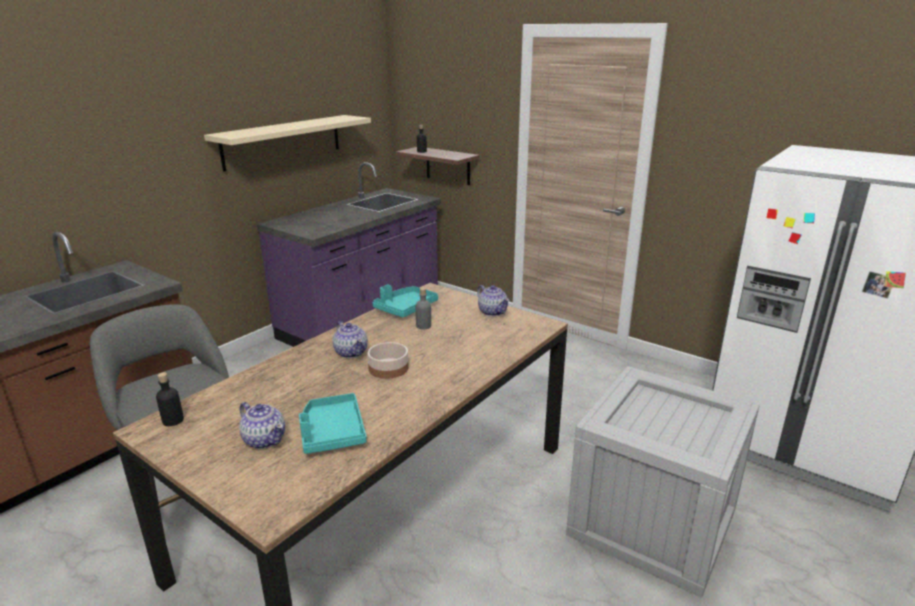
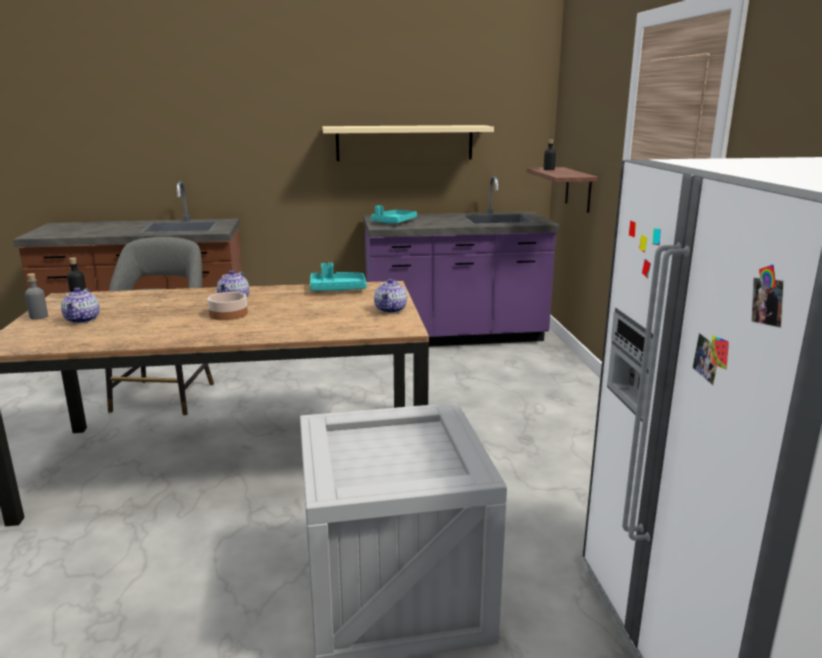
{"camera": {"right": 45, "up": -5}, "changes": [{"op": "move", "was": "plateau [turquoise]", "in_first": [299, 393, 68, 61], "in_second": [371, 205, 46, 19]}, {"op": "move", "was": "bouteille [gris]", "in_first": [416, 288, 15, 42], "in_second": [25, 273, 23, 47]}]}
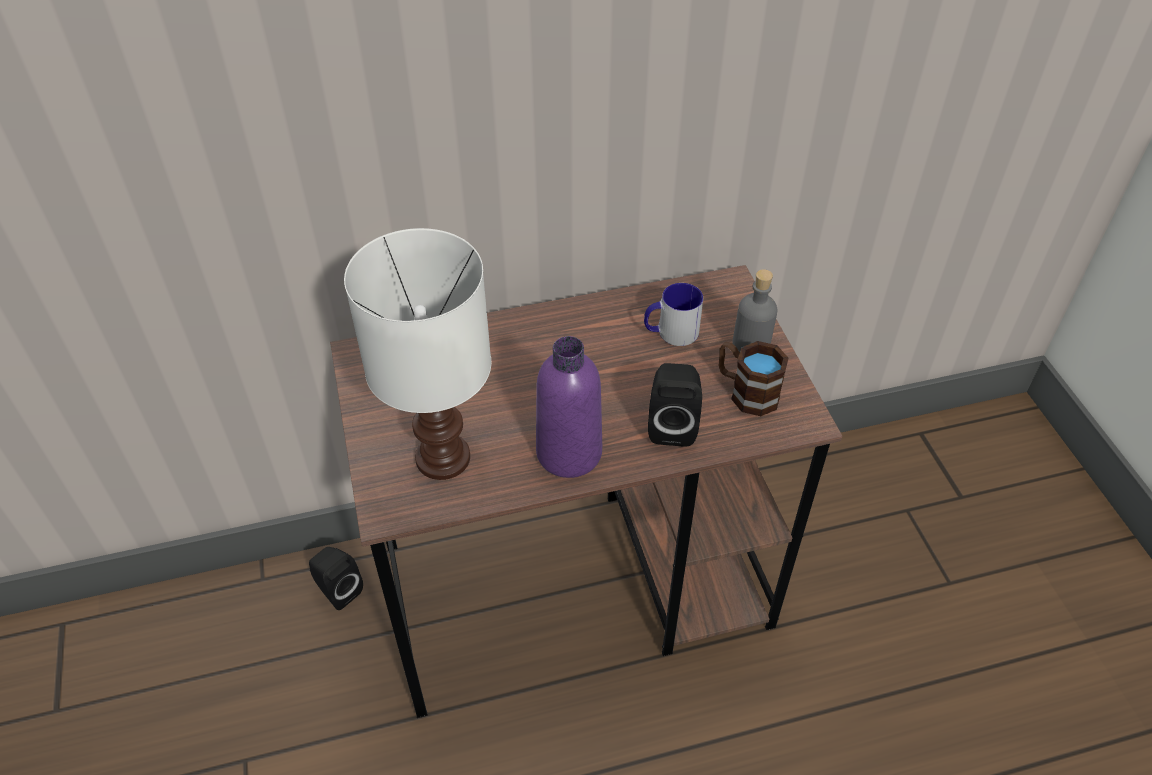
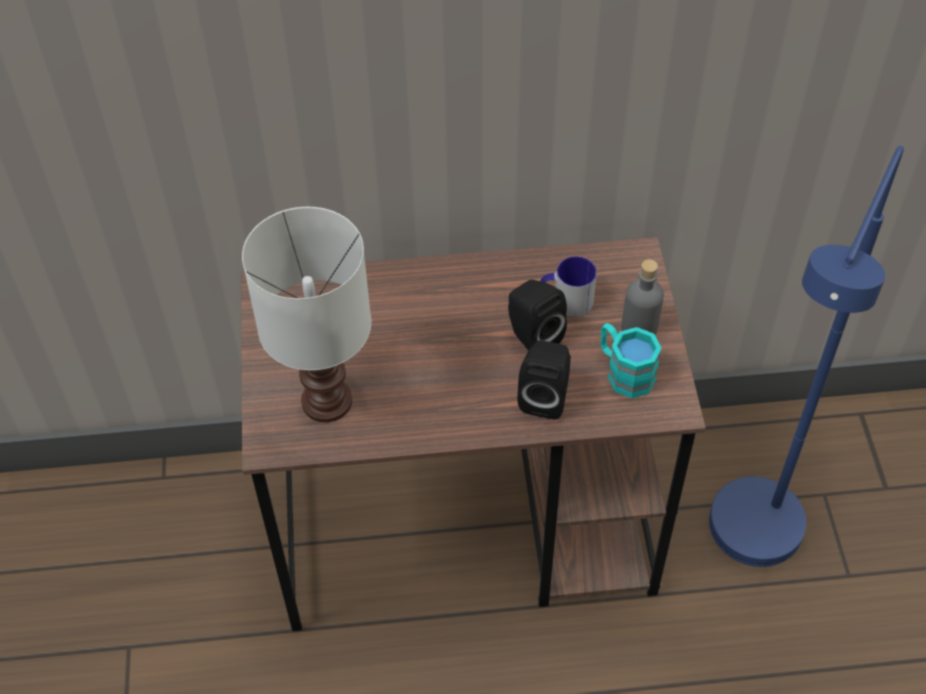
{"camera": {"right": 10, "up": 5}, "changes": [{"op": "delete", "was": "bouteille [violet]", "in_first": [536, 336, 66, 142]}, {"op": "insert", "now": "lampadaire [bleu]", "in_second": [709, 146, 195, 421]}, {"op": "move", "was": "enceinte [noir]", "in_first": [309, 547, 54, 63], "in_second": [508, 280, 59, 71]}, {"op": "recolor", "was": "mug [marron]", "now": "mug [turquoise]", "in_first": [719, 341, 69, 75], "in_second": [601, 323, 61, 75]}]}
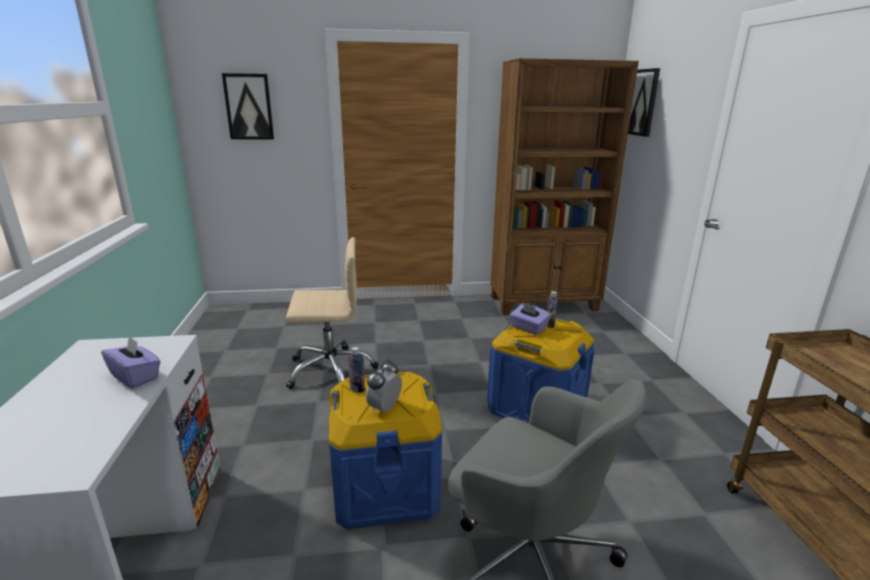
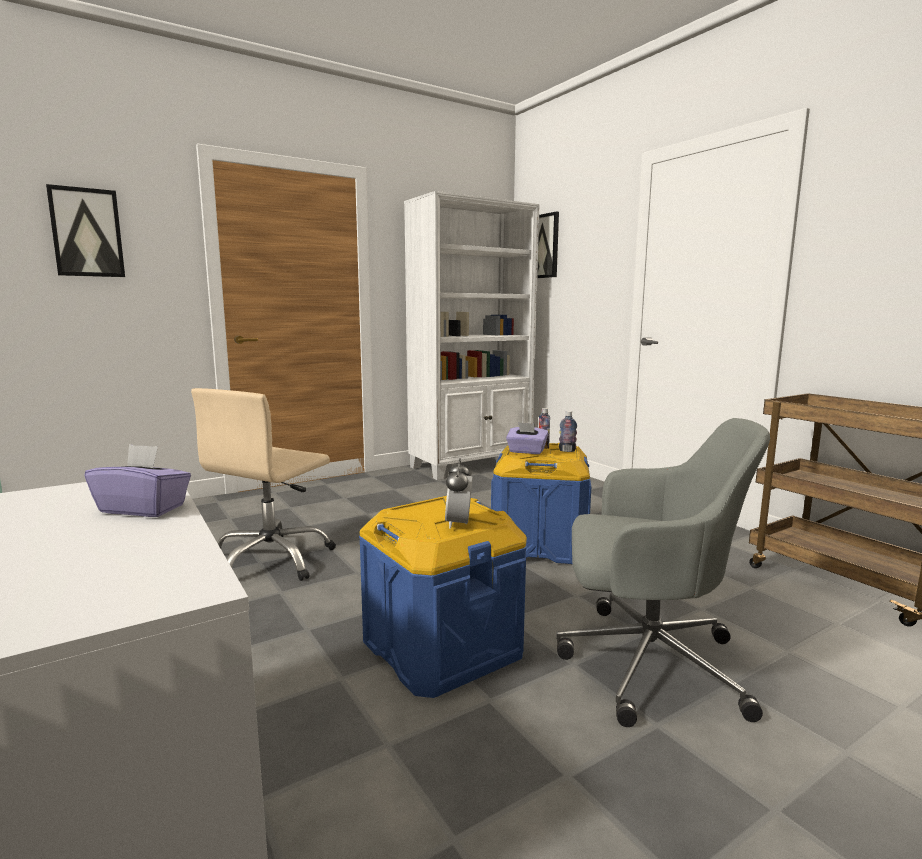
{"camera": {"right": -25, "up": -10}, "changes": [{"op": "move", "was": "bouteille", "in_first": [348, 347, 17, 46], "in_second": [559, 411, 18, 41]}, {"op": "recolor", "was": "bibliothèque [marron]", "now": "bibliothèque [blanc]", "in_first": [491, 58, 148, 257], "in_second": [404, 191, 136, 289]}, {"op": "rotate", "was": "chaise de bureau [beige]", "in_first": [286, 237, 93, 152], "in_second": [191, 388, 145, 193], "clockwise": 150}]}
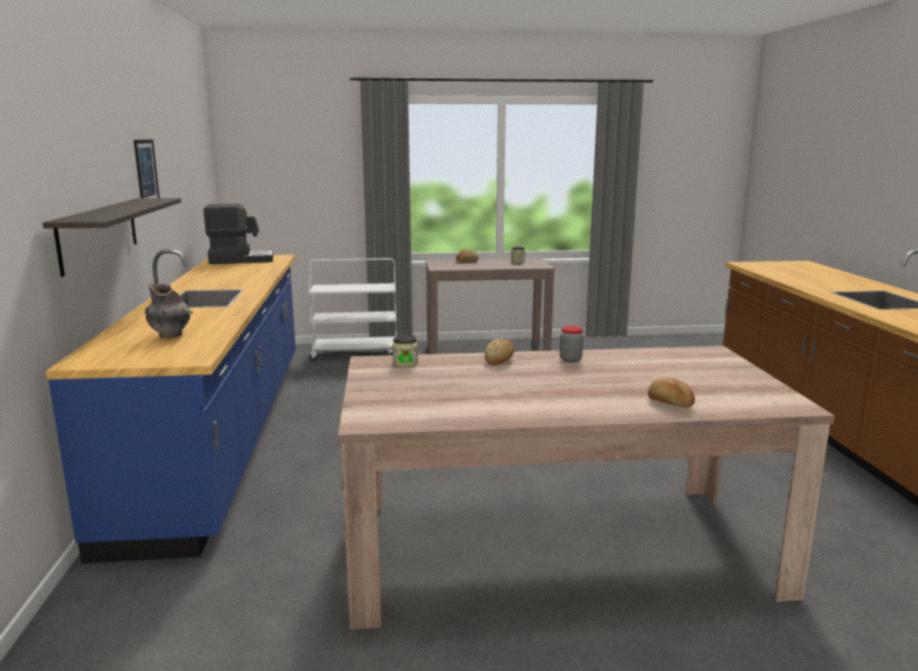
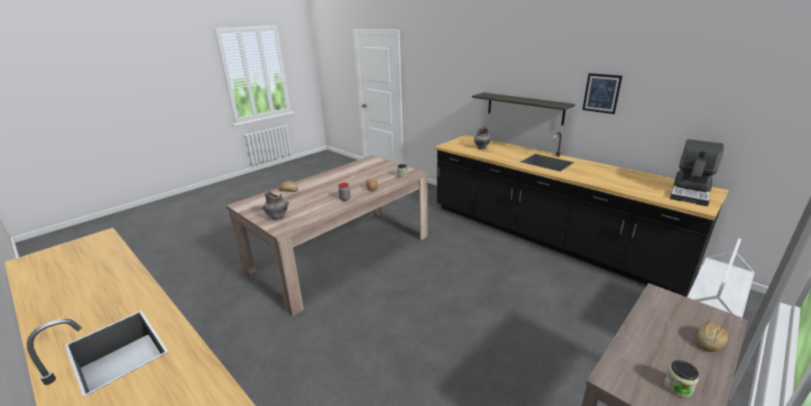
{"camera": {"right": 140, "up": 10}, "changes": [{"op": "insert", "now": "vase [gris]", "in_second": [262, 191, 28, 29]}, {"op": "recolor", "was": "comptoir de cuisine [bleu]", "now": "comptoir de cuisine [noir]", "in_first": [46, 249, 250, 314], "in_second": [435, 132, 294, 165]}]}
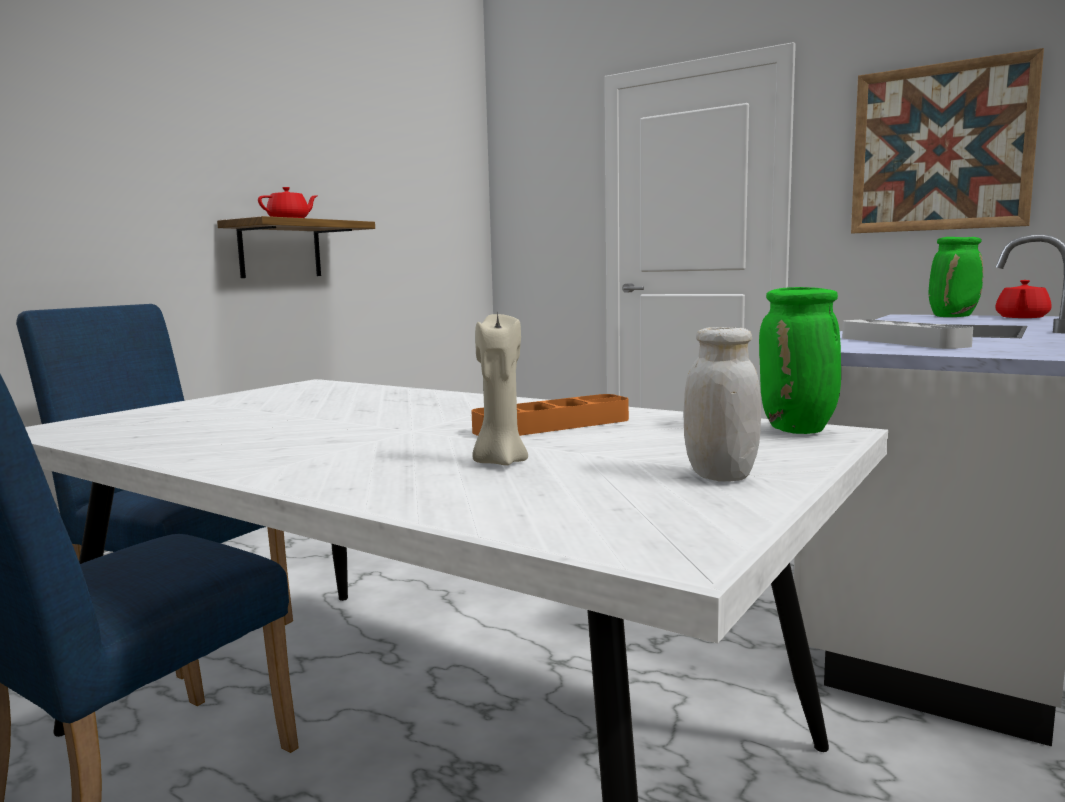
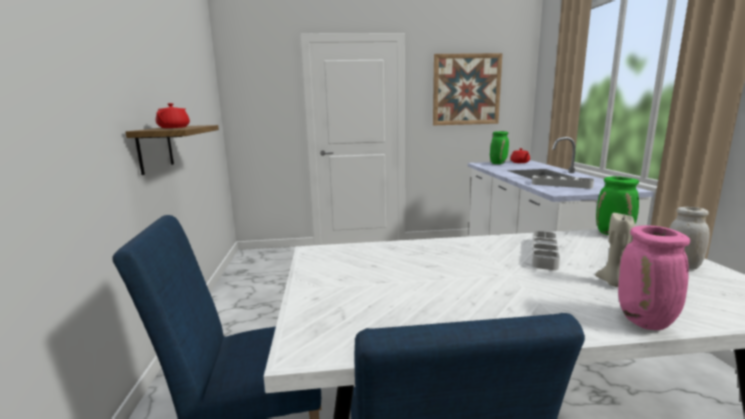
{"camera": {"right": -40, "up": 5}, "changes": [{"op": "insert", "now": "vase [rose]", "in_second": [618, 225, 72, 105]}, {"op": "recolor", "was": "plateau [orange]", "now": "plateau [gris]", "in_first": [471, 394, 158, 42], "in_second": [533, 231, 27, 39]}]}
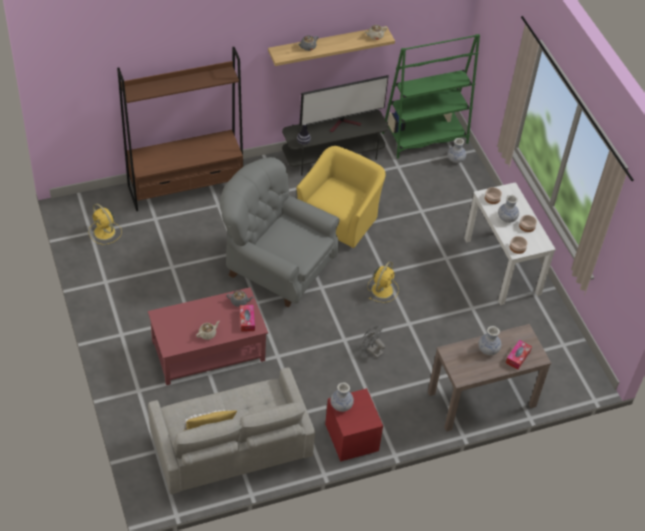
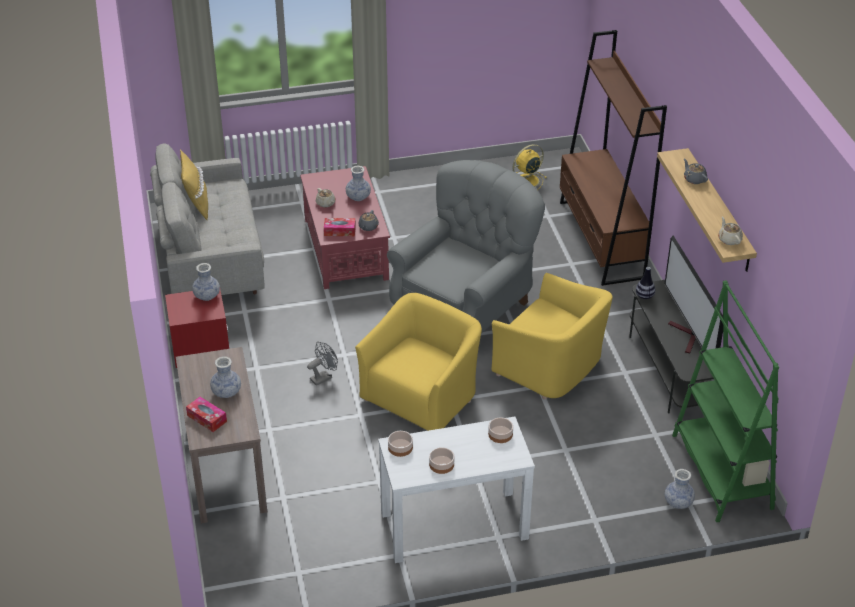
{"camera": {"right": 100, "up": -10}, "changes": [{"op": "move", "was": "vase", "in_first": [498, 195, 21, 28], "in_second": [346, 166, 25, 35]}, {"op": "replace", "was": "ventilateur [jaune]", "now": "fauteuil [jaune]", "in_first": [368, 261, 31, 42], "in_second": [355, 293, 127, 138]}]}
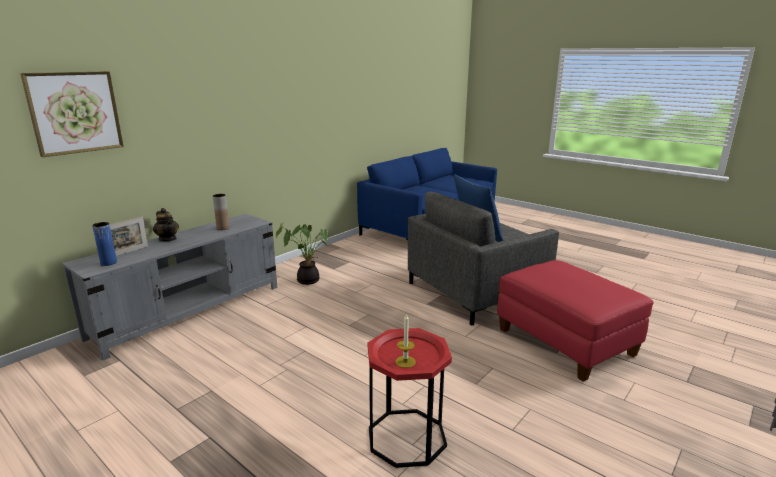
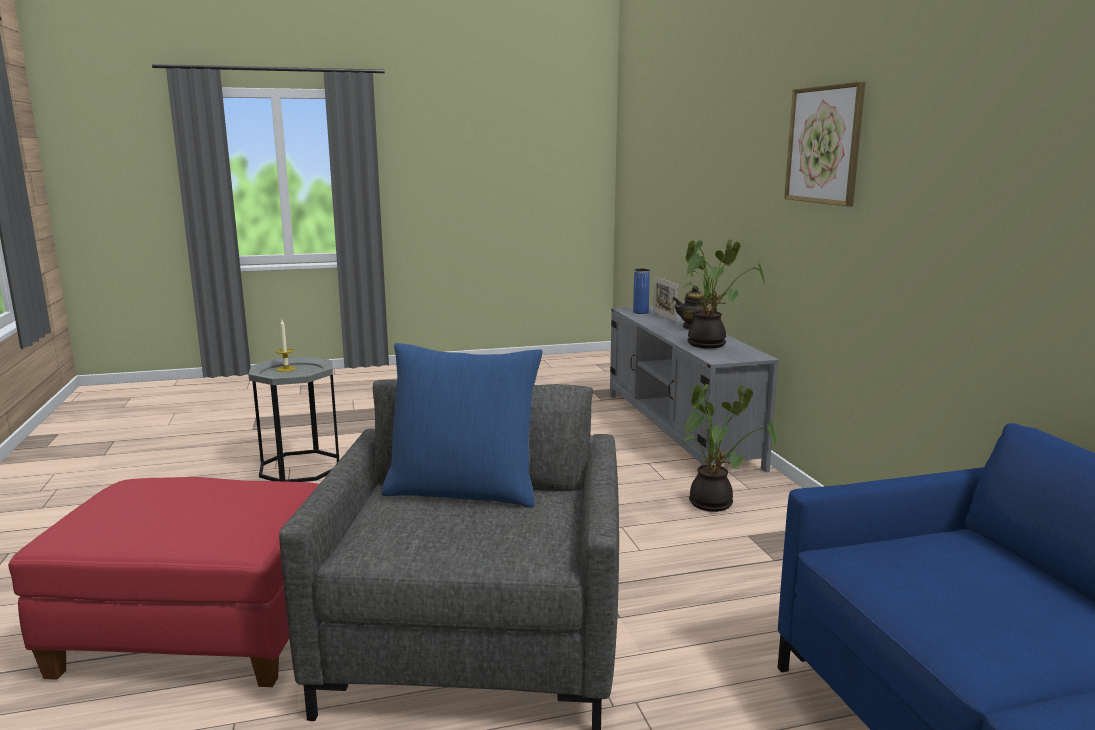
{"camera": {"right": 125, "up": -5}, "changes": [{"op": "move", "was": "tableau", "in_first": [20, 71, 104, 86], "in_second": [784, 82, 81, 124]}, {"op": "replace", "was": "vase [marron]", "now": "plante en pot", "in_first": [213, 194, 16, 36], "in_second": [683, 239, 82, 110]}, {"op": "recolor", "was": "table d'appoint [rouge]", "now": "table d'appoint [gris]", "in_first": [368, 328, 84, 140], "in_second": [248, 356, 91, 126]}]}
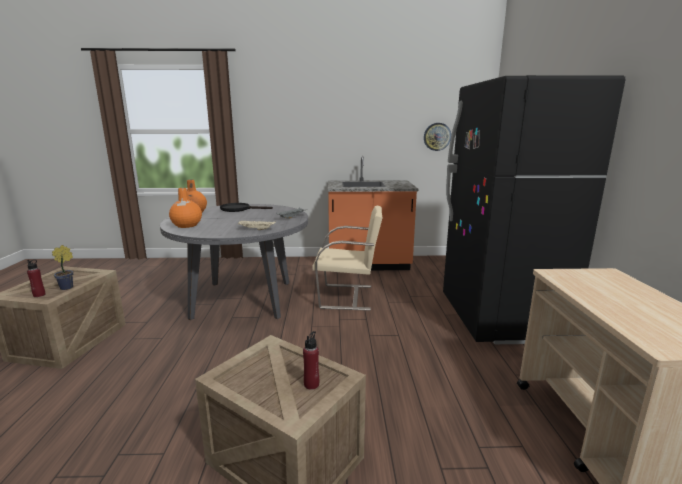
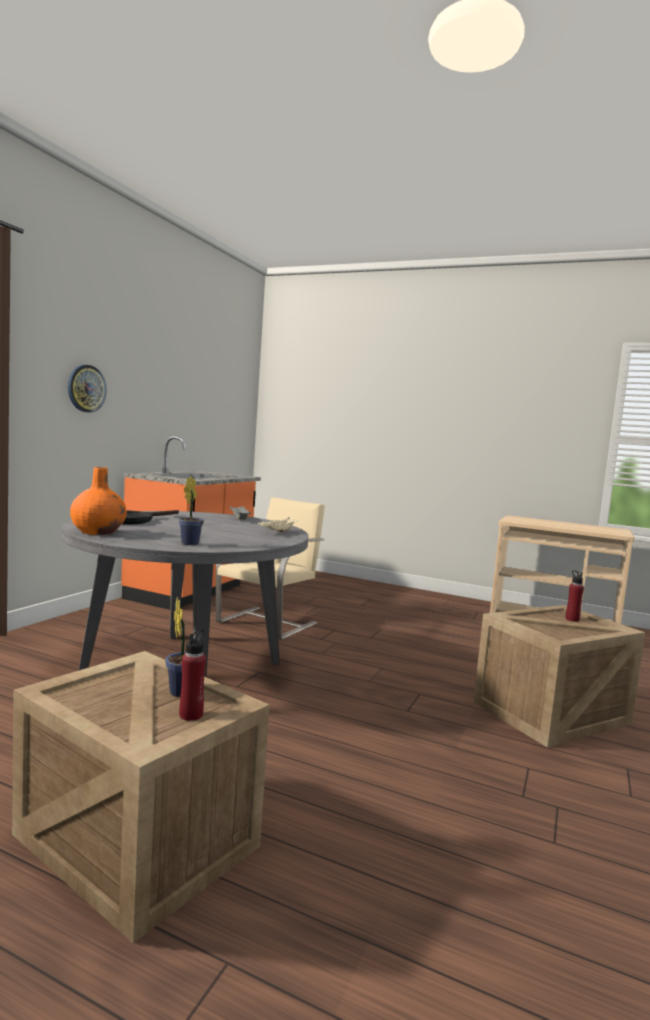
{"camera": {"right": -65, "up": -10}, "changes": [{"op": "delete", "was": "réfrigérateur [noir]", "in_first": [443, 75, 182, 269]}, {"op": "move", "was": "horloge murale", "in_first": [424, 123, 27, 28], "in_second": [68, 365, 38, 48]}, {"op": "replace", "was": "vase [orange]", "now": "plante en pot", "in_first": [169, 188, 33, 40], "in_second": [179, 476, 25, 69]}]}
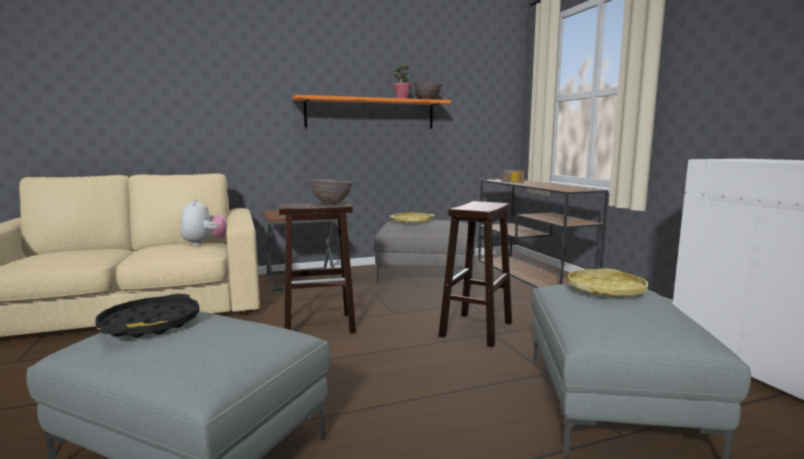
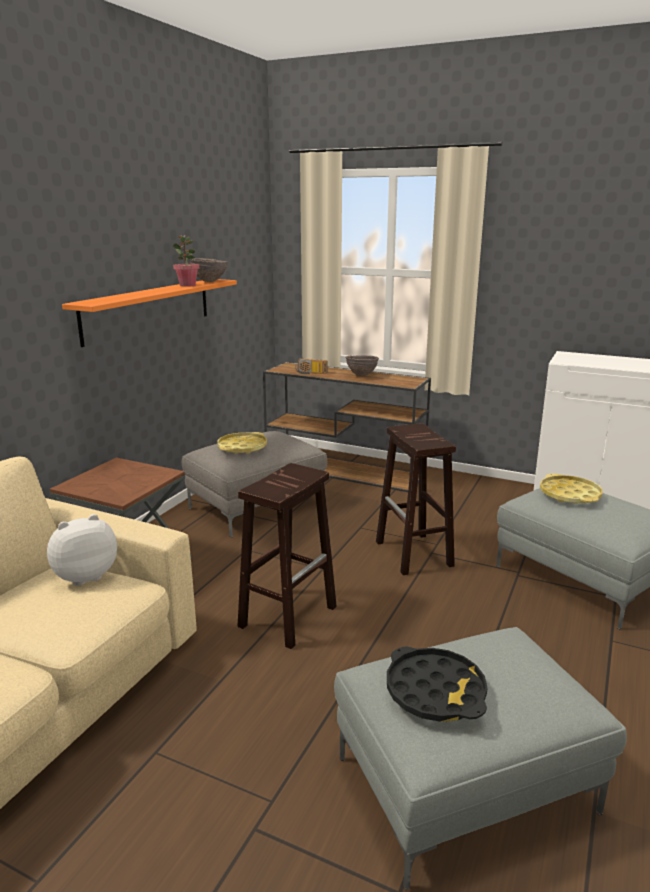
{"camera": {"right": -45, "up": 10}, "changes": [{"op": "move", "was": "bol [marron]", "in_first": [310, 179, 43, 26], "in_second": [345, 355, 34, 21]}, {"op": "rotate", "was": "peluche", "in_first": [180, 199, 47, 47], "in_second": [47, 514, 70, 72], "clockwise": -60}]}
